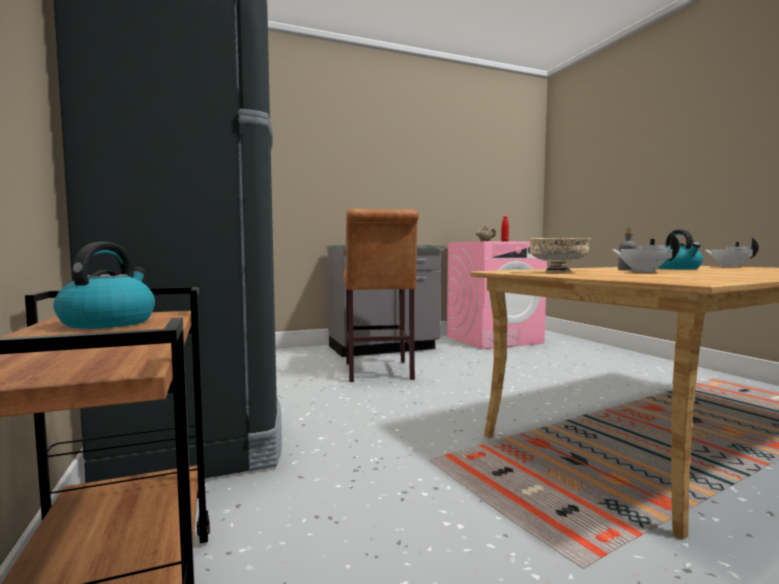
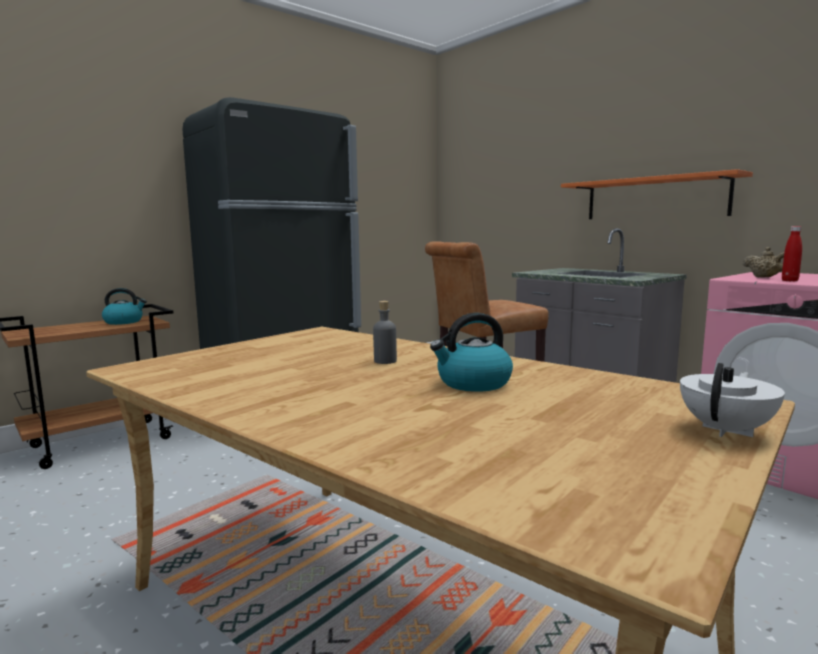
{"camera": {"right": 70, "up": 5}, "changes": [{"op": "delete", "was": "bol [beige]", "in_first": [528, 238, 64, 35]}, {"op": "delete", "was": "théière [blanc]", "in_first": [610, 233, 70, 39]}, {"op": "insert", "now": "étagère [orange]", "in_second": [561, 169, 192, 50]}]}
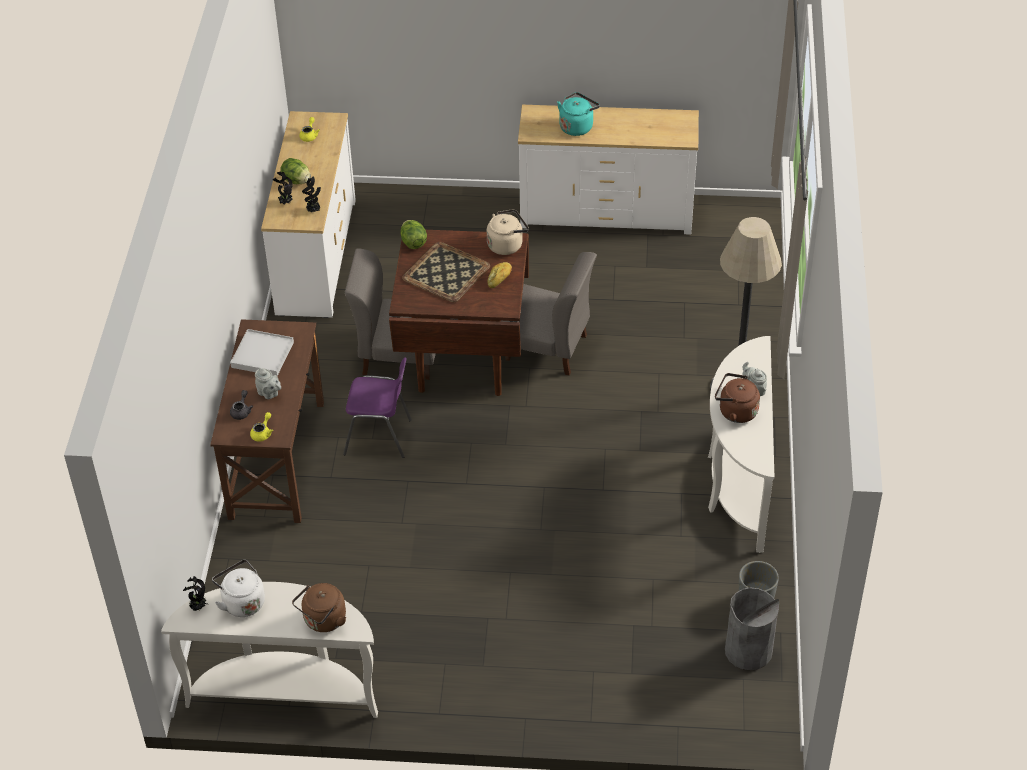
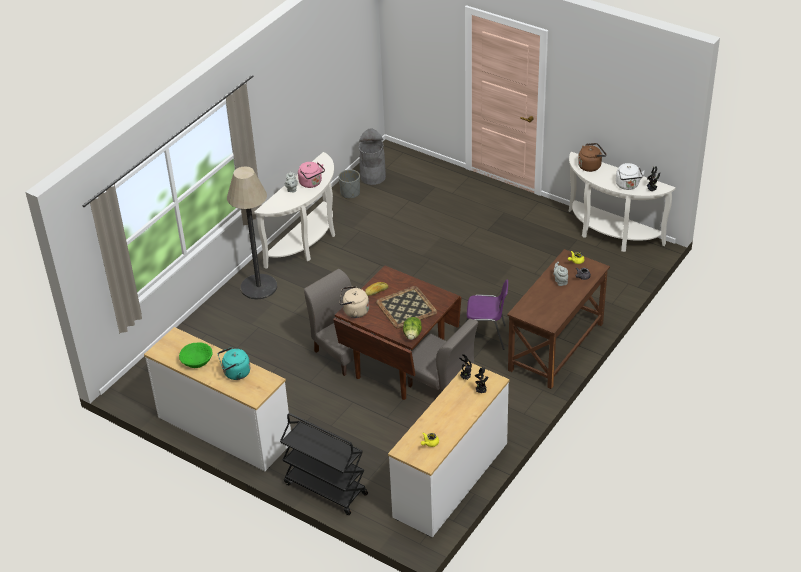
{"camera": {"right": -150, "up": -5}, "changes": [{"op": "delete", "was": "plateau [blanc]", "in_first": [230, 329, 64, 47]}, {"op": "delete", "was": "laitue", "in_first": [280, 158, 31, 26]}, {"op": "insert", "now": "bol [vert]", "in_second": [179, 342, 34, 26]}, {"op": "insert", "now": "chariot [noir]", "in_second": [280, 413, 88, 102]}, {"op": "recolor", "was": "bouilloire [marron]", "now": "bouilloire [rose]", "in_first": [715, 373, 45, 50], "in_second": [298, 162, 27, 26]}, {"op": "rotate", "was": "chaise [violet]", "in_first": [343, 357, 69, 101], "in_second": [466, 280, 42, 70], "clockwise": 150}]}
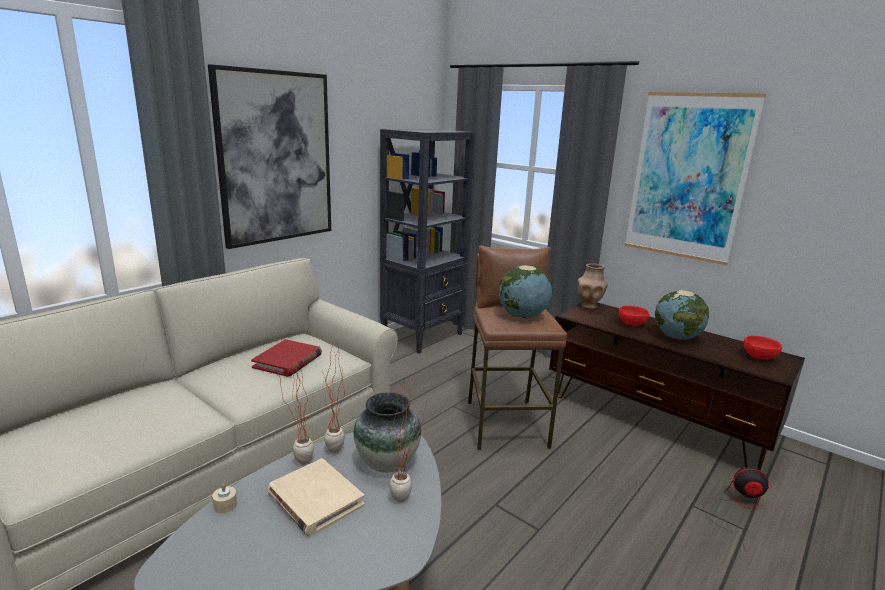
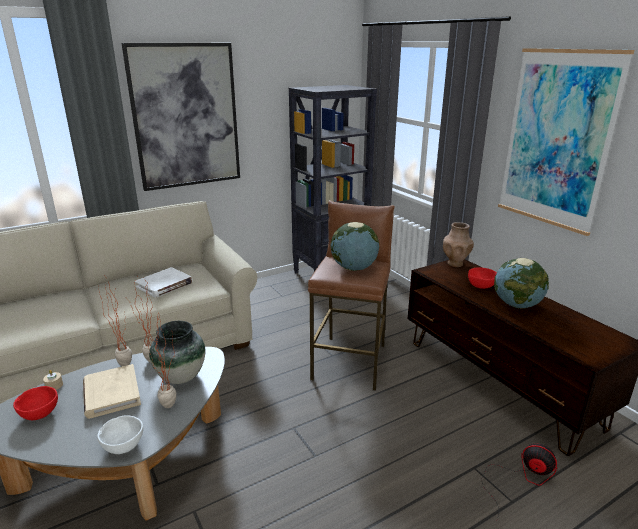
{"camera": {"right": 20, "up": 5}, "changes": [{"op": "insert", "now": "bol [blanc]", "in_second": [97, 415, 46, 39]}, {"op": "move", "was": "bol [rouge]", "in_first": [744, 336, 38, 24], "in_second": [13, 386, 45, 34]}, {"op": "recolor", "was": "livre [rouge]", "now": "livre [blanc]", "in_first": [251, 339, 71, 38], "in_second": [135, 267, 58, 30]}]}
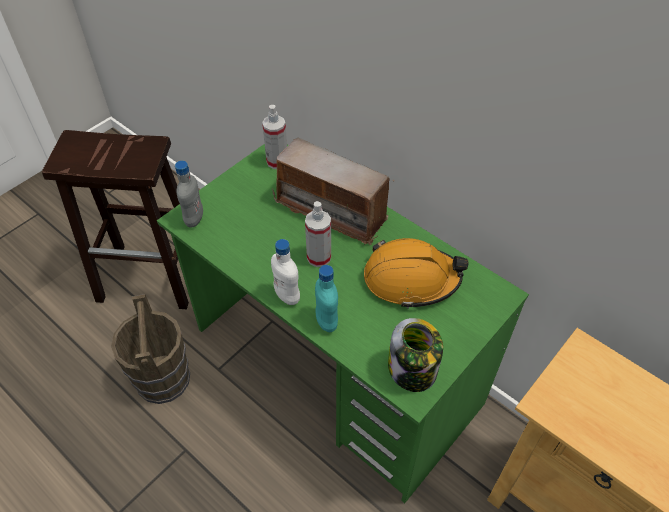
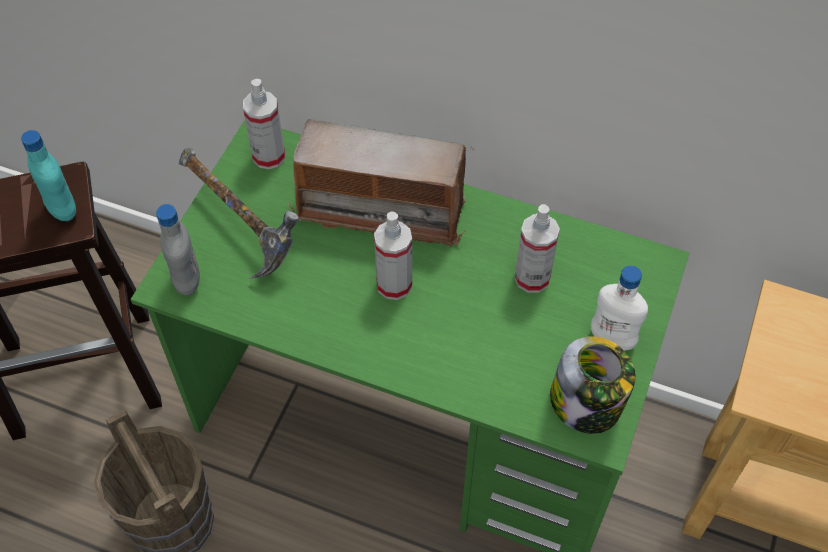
{"camera": {"right": -20, "up": 5}, "changes": [{"op": "insert", "now": "marteau", "in_second": [179, 148, 120, 131]}, {"op": "move", "was": "bouteille [blanc]", "in_first": [271, 239, 29, 66], "in_second": [591, 265, 57, 86]}, {"op": "move", "was": "bouteille [turquoise]", "in_first": [315, 265, 23, 67], "in_second": [21, 130, 55, 91]}, {"op": "replace", "was": "casque de chantier [orange]", "now": "vaporisateur", "in_first": [364, 238, 104, 71], "in_second": [514, 204, 46, 89]}]}
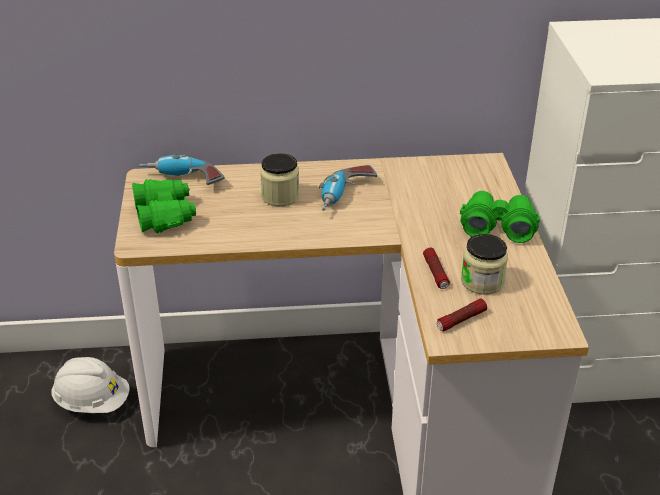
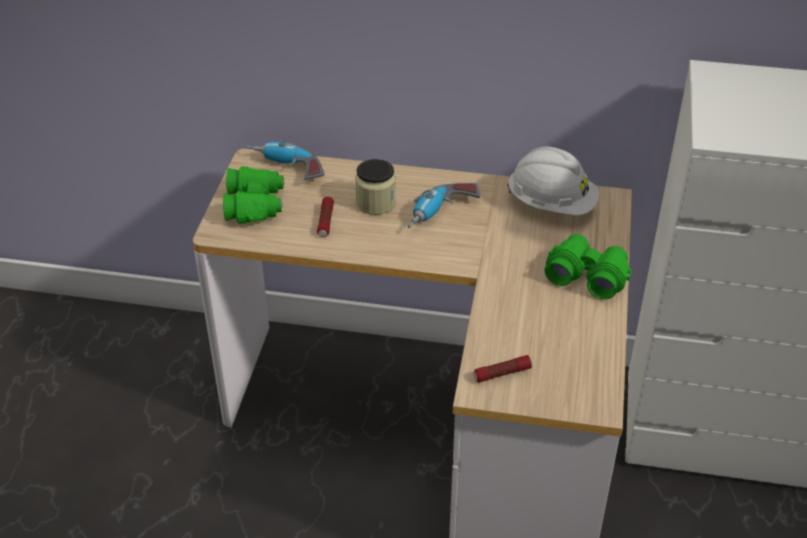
{"camera": {"right": 15, "up": 5}, "changes": [{"op": "delete", "was": "bocal", "in_first": [461, 234, 47, 61]}, {"op": "move", "was": "casque de chantier [blanc]", "in_first": [52, 357, 78, 56], "in_second": [507, 147, 92, 69]}, {"op": "move", "was": "lampe de poche", "in_first": [423, 248, 27, 41], "in_second": [317, 197, 17, 40]}]}
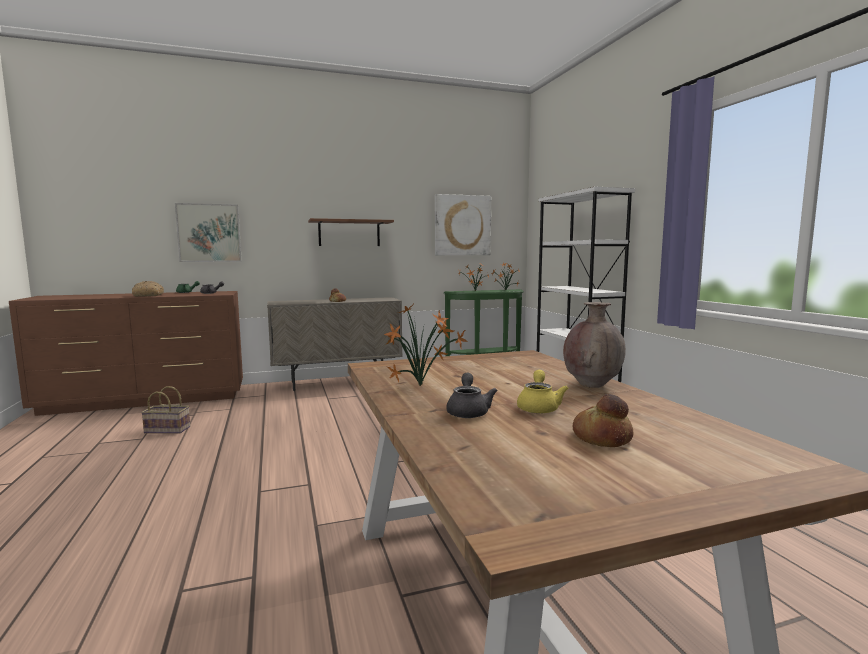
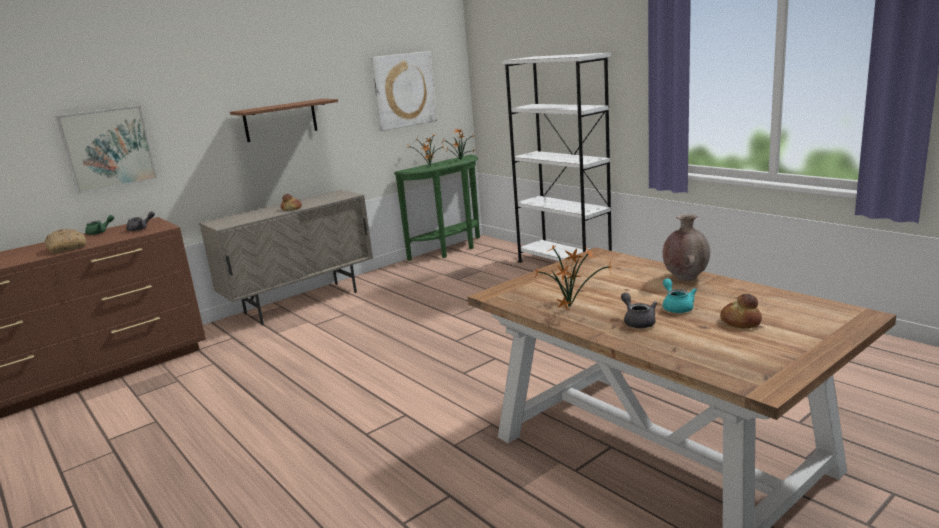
{"camera": {"right": -20, "up": 10}, "changes": [{"op": "delete", "was": "panier", "in_first": [141, 386, 49, 48]}, {"op": "recolor", "was": "théière [jaune]", "now": "théière [turquoise]", "in_first": [517, 370, 51, 44], "in_second": [663, 278, 34, 35]}]}
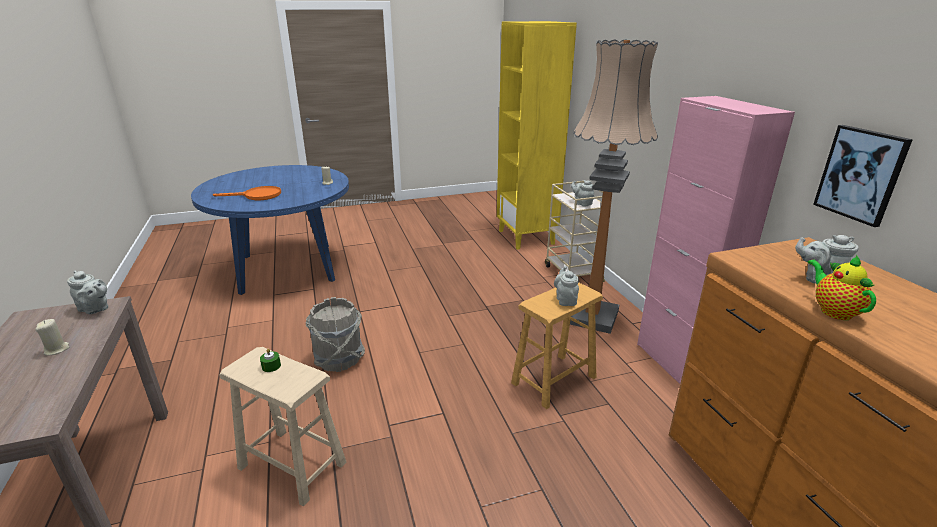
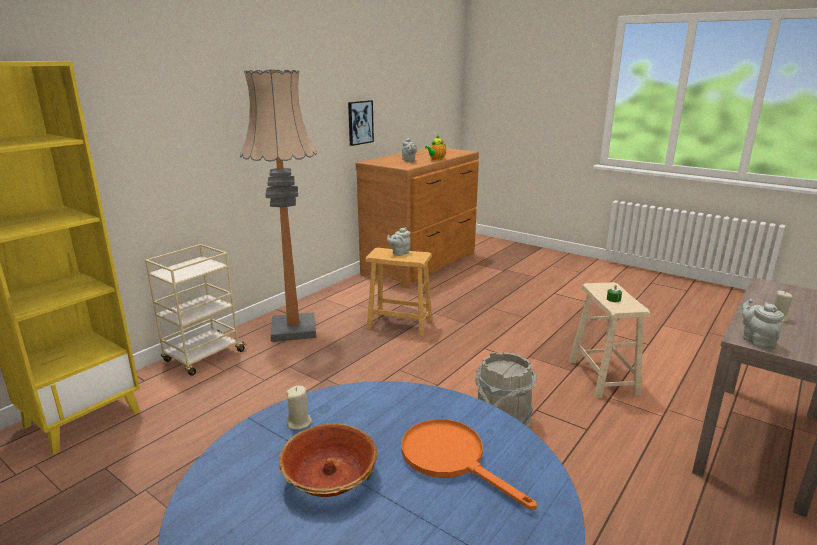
{"camera": {"right": -125, "up": -5}, "changes": [{"op": "delete", "was": "théière [gris]", "in_first": [571, 180, 23, 27]}, {"op": "delete", "was": "meuble de rangement [rose]", "in_first": [637, 96, 158, 288]}, {"op": "insert", "now": "bol", "in_second": [279, 423, 98, 74]}]}
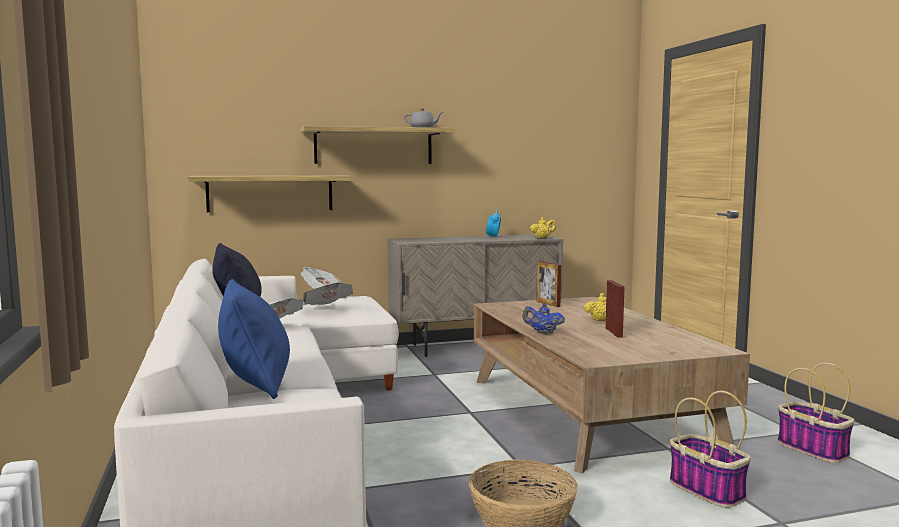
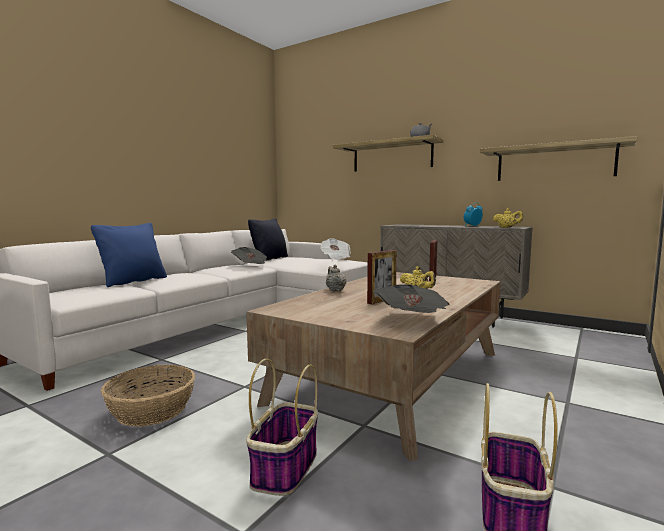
{"camera": {"right": 50, "up": 0}, "changes": [{"op": "move", "was": "étagère", "in_first": [188, 175, 163, 37], "in_second": [480, 136, 158, 45]}, {"op": "move", "was": "journal", "in_first": [303, 283, 50, 22], "in_second": [373, 284, 76, 29]}, {"op": "recolor", "was": "théière [bleu]", "now": "théière [beige]", "in_first": [522, 303, 43, 31], "in_second": [326, 265, 20, 26]}]}
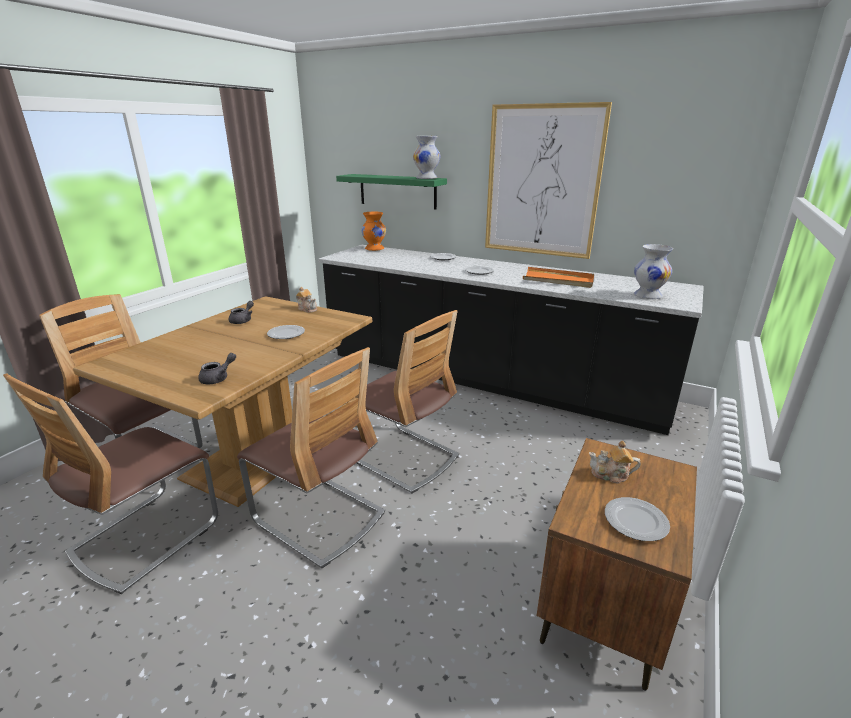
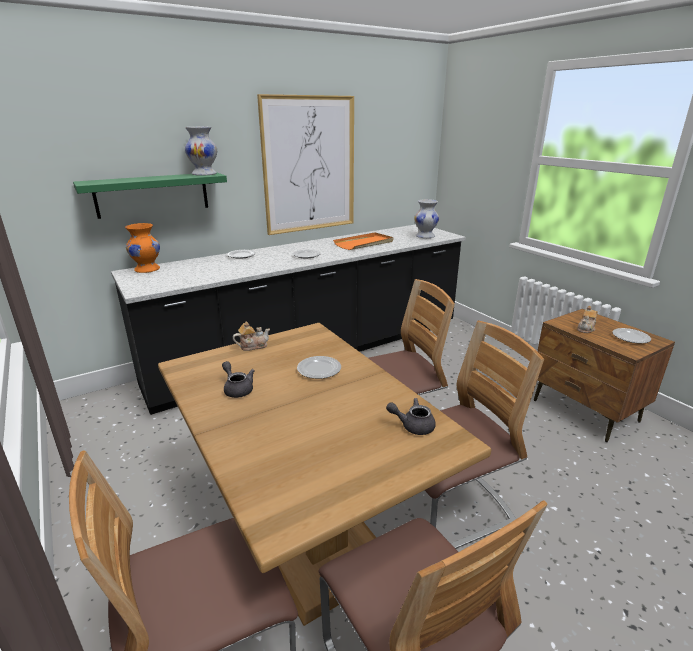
{"camera": {"right": -60, "up": 0}, "changes": [{"op": "rotate", "was": "théière [gris]", "in_first": [198, 353, 38, 31], "in_second": [386, 398, 50, 37], "clockwise": -60}]}
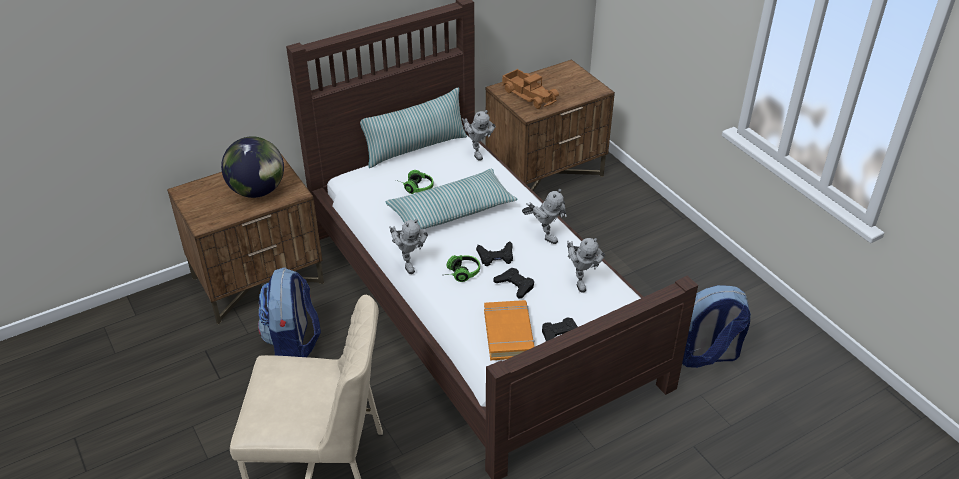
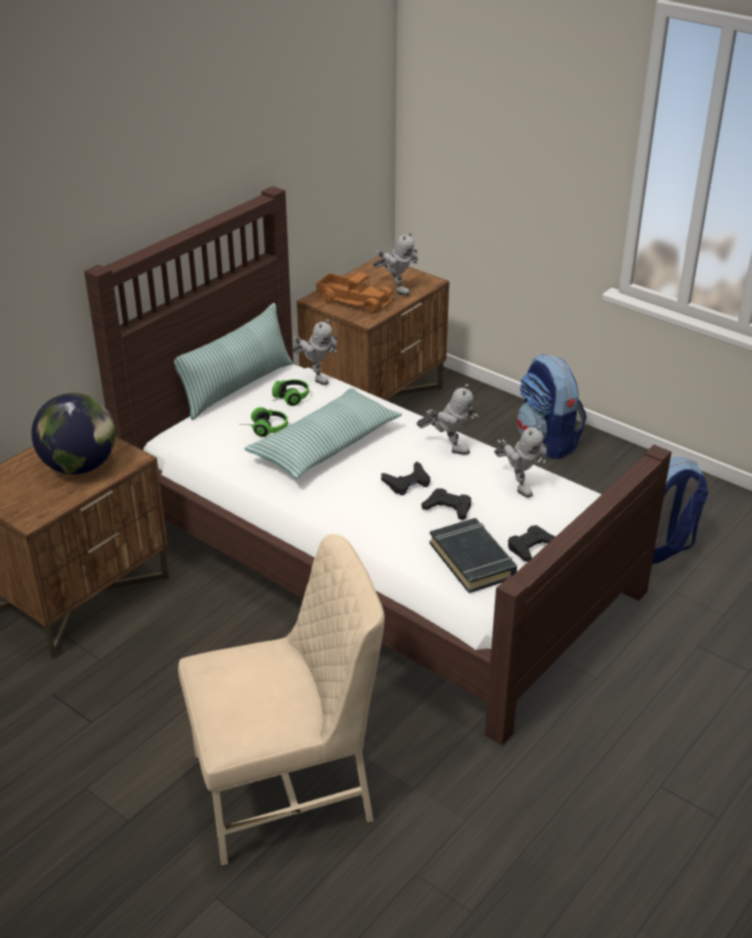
{"camera": {"right": -20, "up": -5}, "changes": [{"op": "move", "was": "sac à dos", "in_first": [258, 267, 63, 90], "in_second": [517, 354, 70, 105]}, {"op": "move", "was": "robot jouet", "in_first": [389, 219, 39, 55], "in_second": [373, 232, 45, 64]}, {"op": "move", "was": "casque audio", "in_first": [445, 255, 35, 27], "in_second": [272, 379, 37, 27]}, {"op": "recolor", "was": "livre [orange]", "now": "livre [noir]", "in_first": [484, 300, 50, 61], "in_second": [429, 518, 88, 75]}]}
